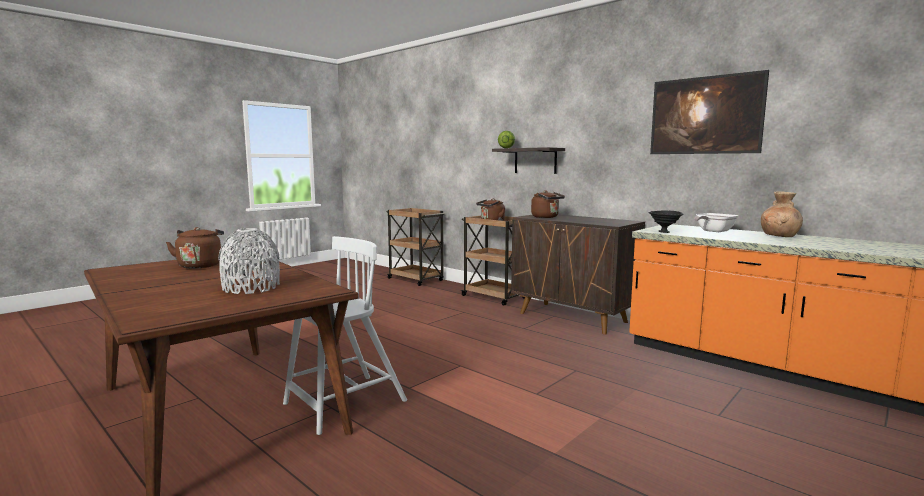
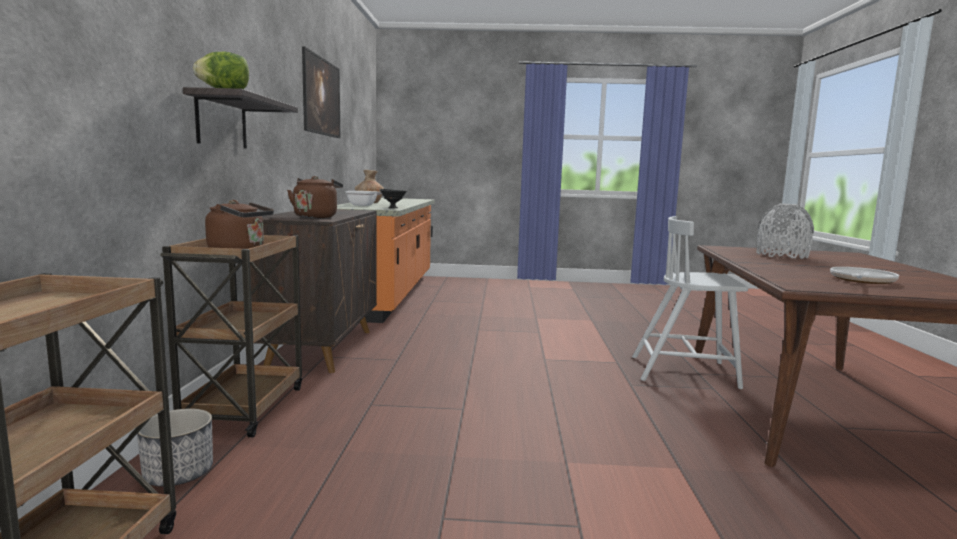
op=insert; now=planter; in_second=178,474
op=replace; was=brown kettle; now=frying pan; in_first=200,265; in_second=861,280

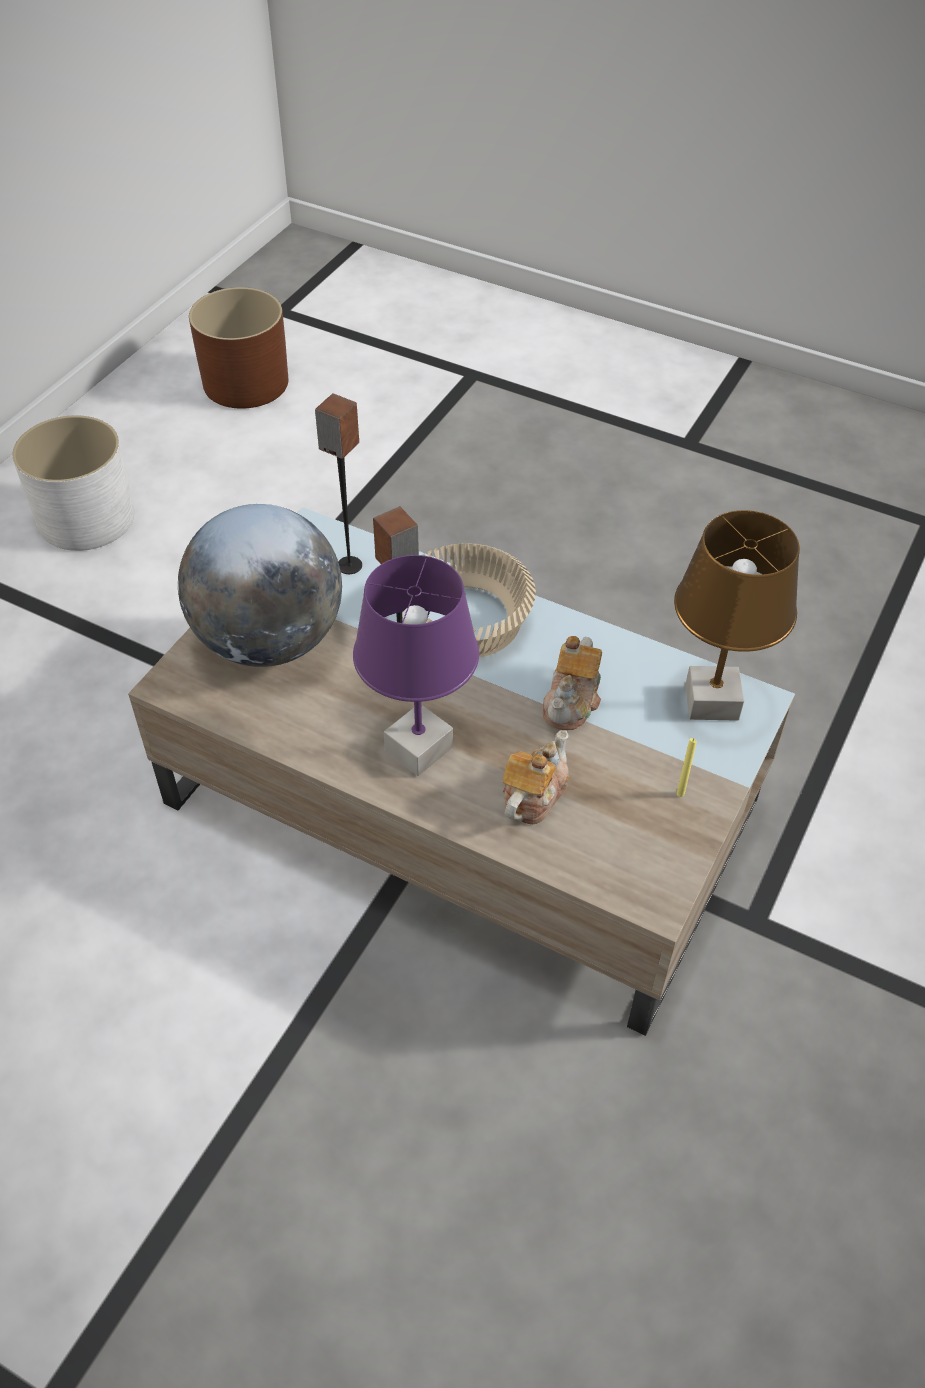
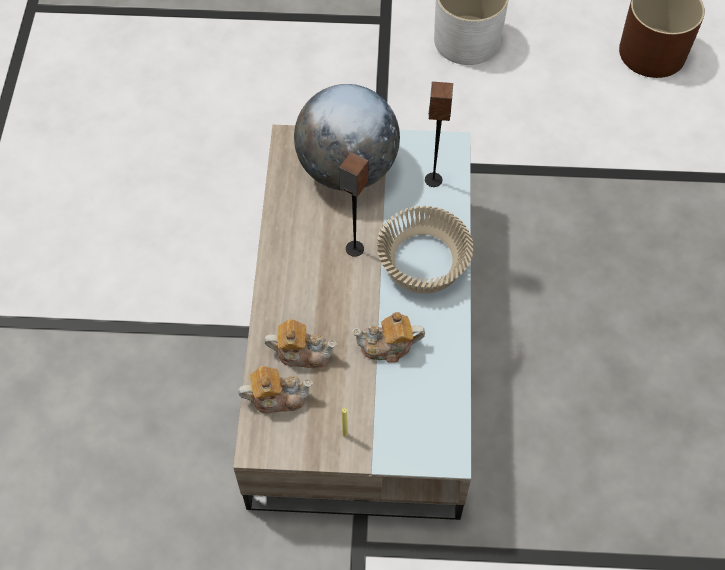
op=insert; now=teapot; in_second=277,397
op=delete; was=purple table lamp; in_first=419,750
op=delete; was=brown table lamp; in_first=710,703

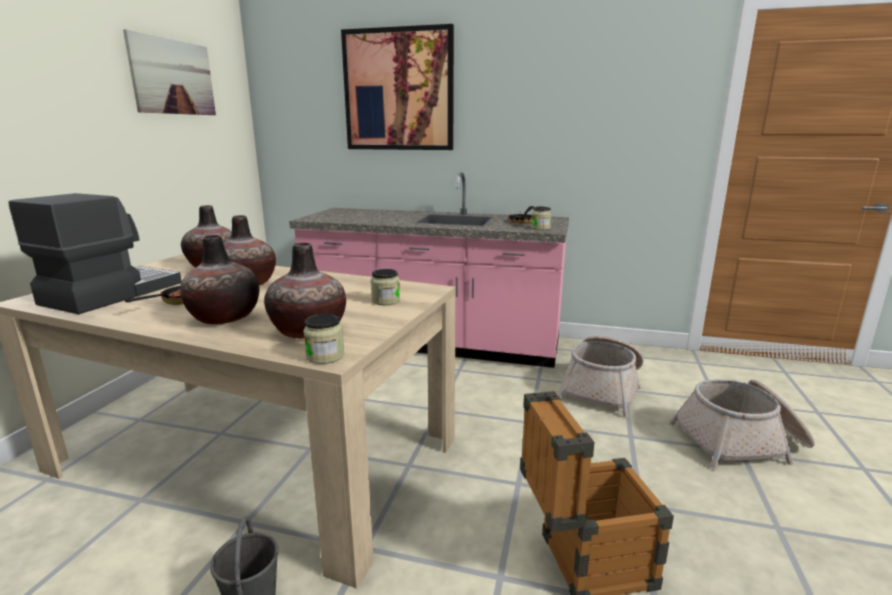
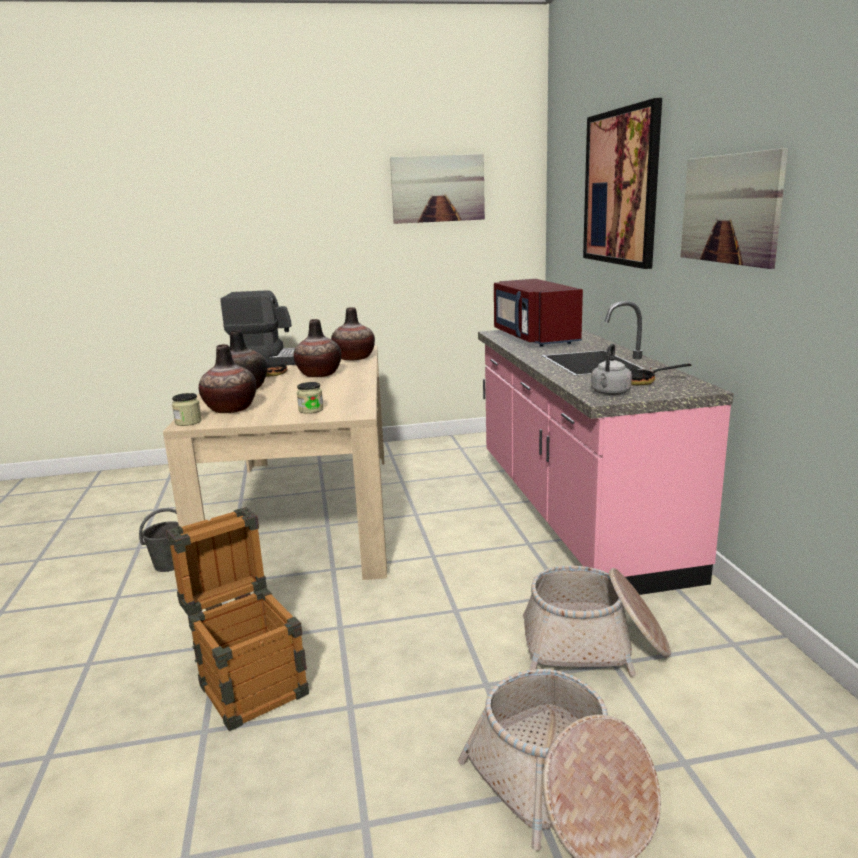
op=insert; now=red microwave; in_second=534,338
op=replace; was=jar; now=grey kettle; in_first=540,228; in_second=610,393
op=insert; now=picture; in_second=729,209

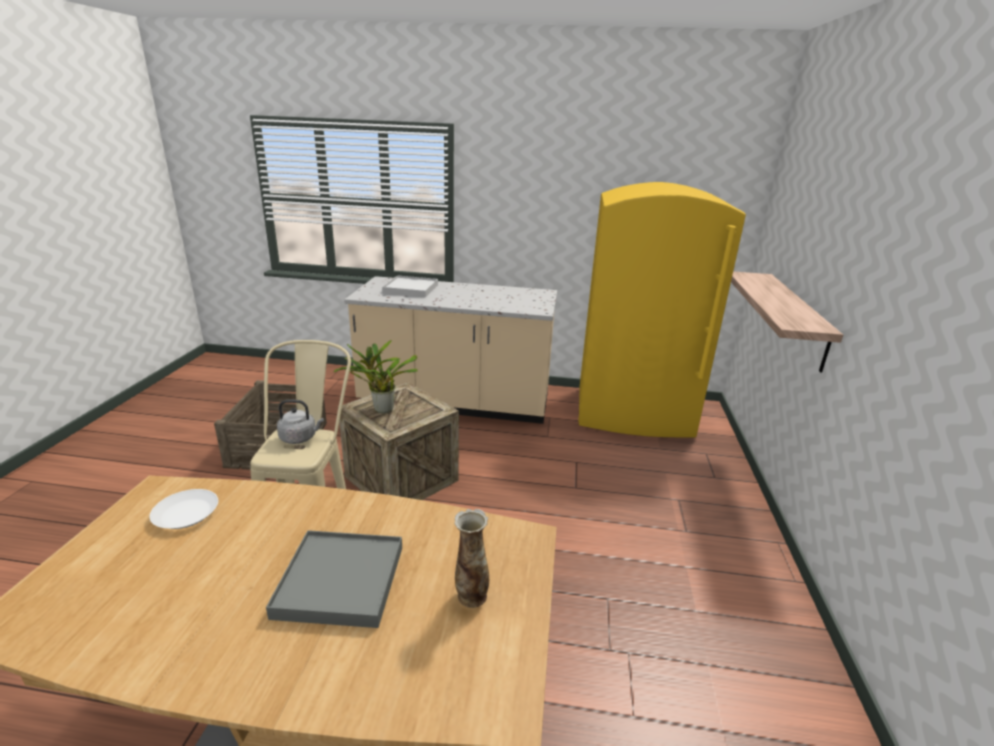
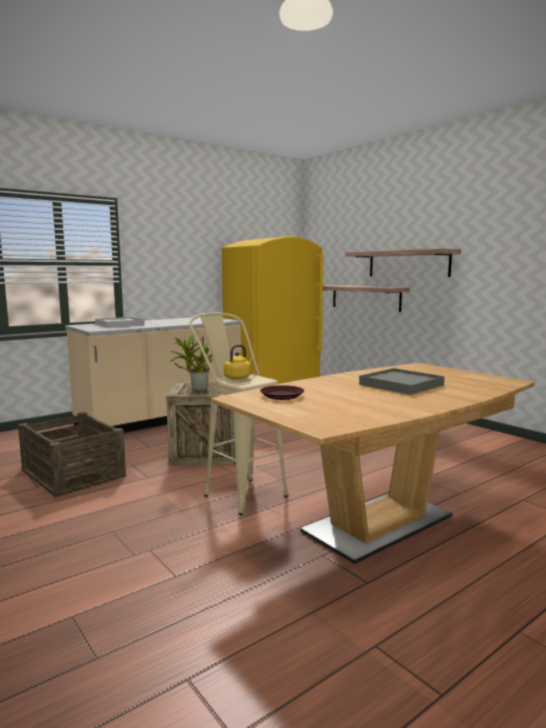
op=recolor; was=grey kettle; now=yellow kettle; in_first=300,438; in_second=238,378
op=recolor; was=white plate; now=brown plate; in_first=187,514; in_second=282,396
op=insert; now=shelf; in_second=408,263
op=delete; was=vase; in_first=471,596

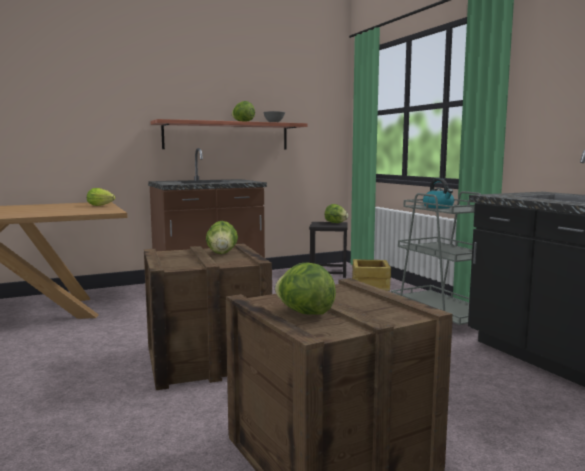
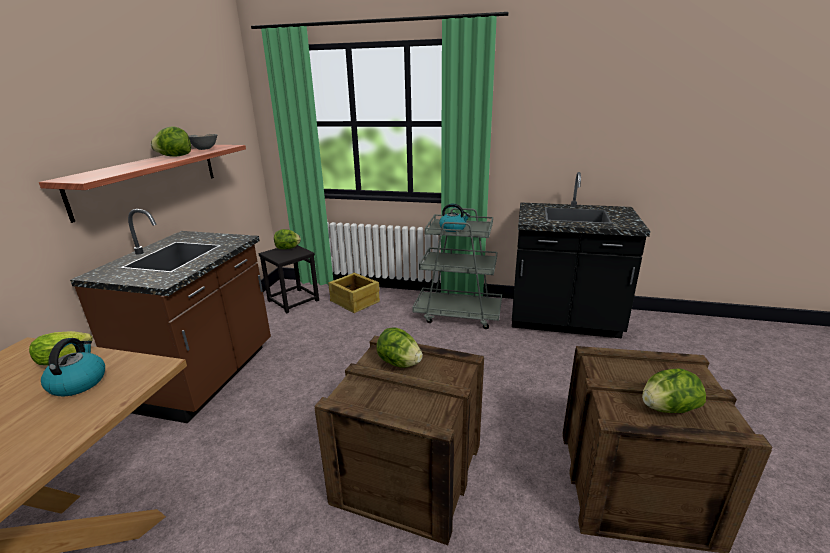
op=insert; now=kettle; in_second=78,382

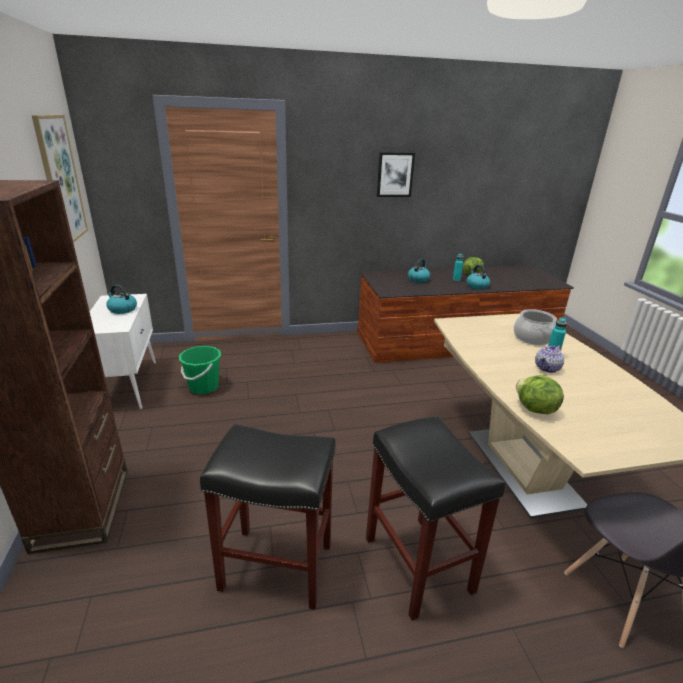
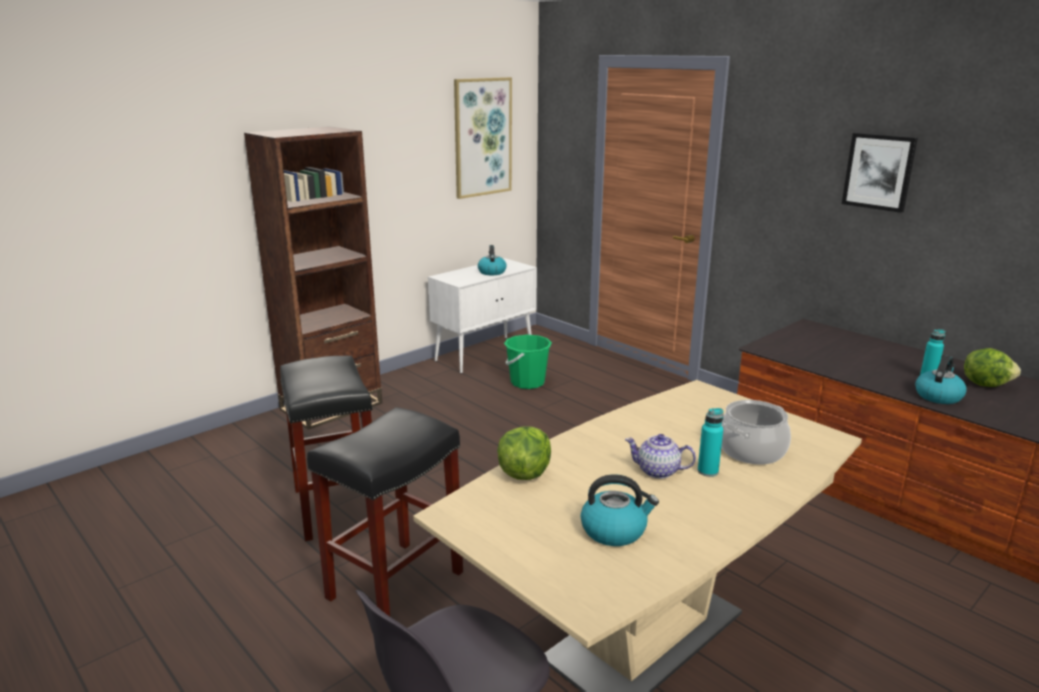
op=move; was=kettle; in_first=418,279; in_second=614,530

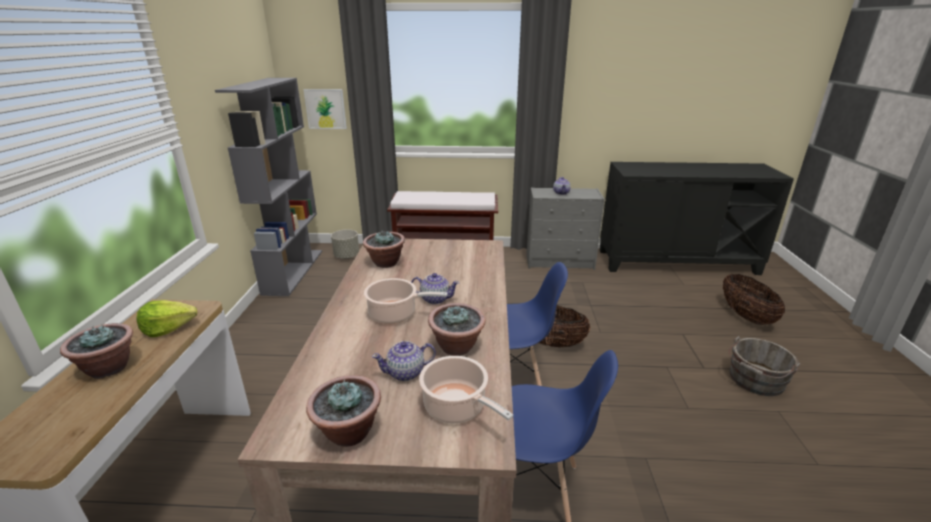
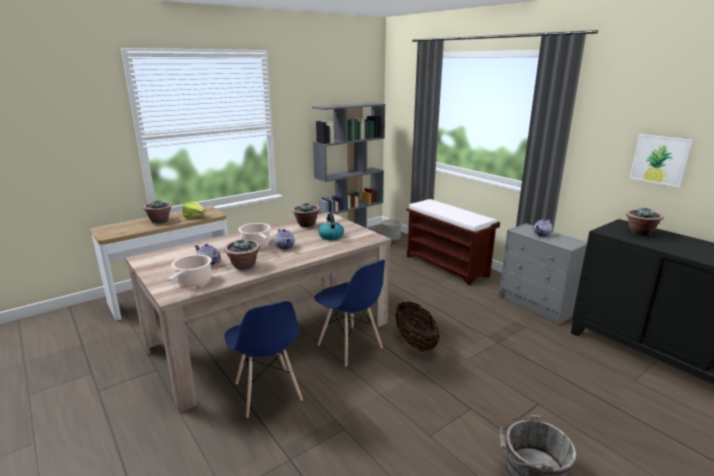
op=insert; now=kettle; in_second=331,236
op=move; was=potted plant; in_first=348,432; in_second=640,233
op=move; was=picture; in_first=325,109; in_second=659,159
op=delete; was=basket; in_first=745,316

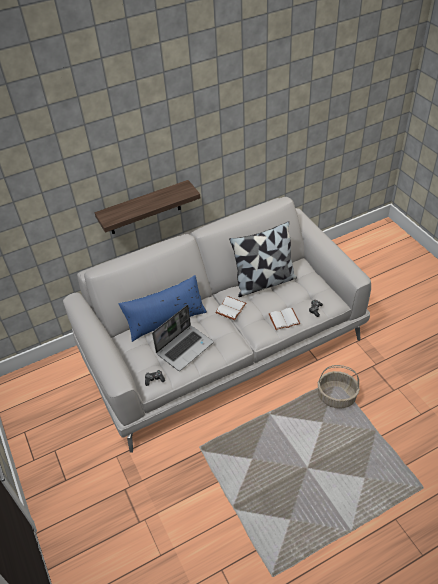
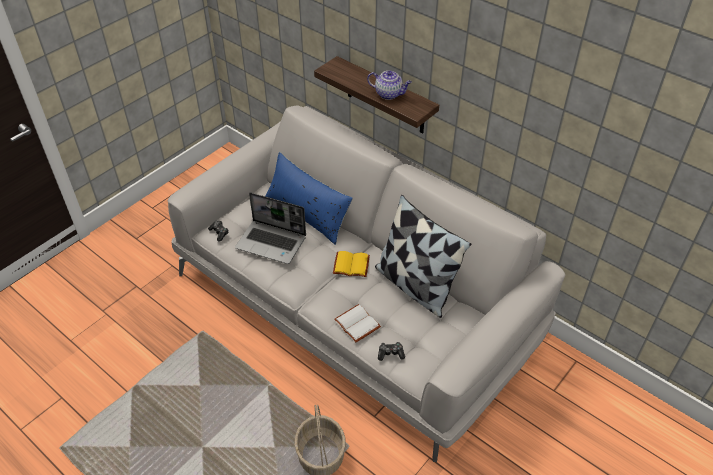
op=recolor; was=white book; now=yellow book; in_first=231,309; in_second=350,266
op=insert; now=teapot; in_second=389,94

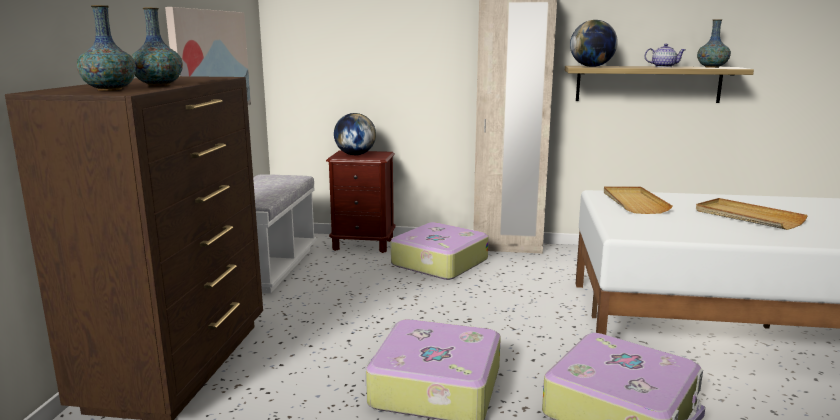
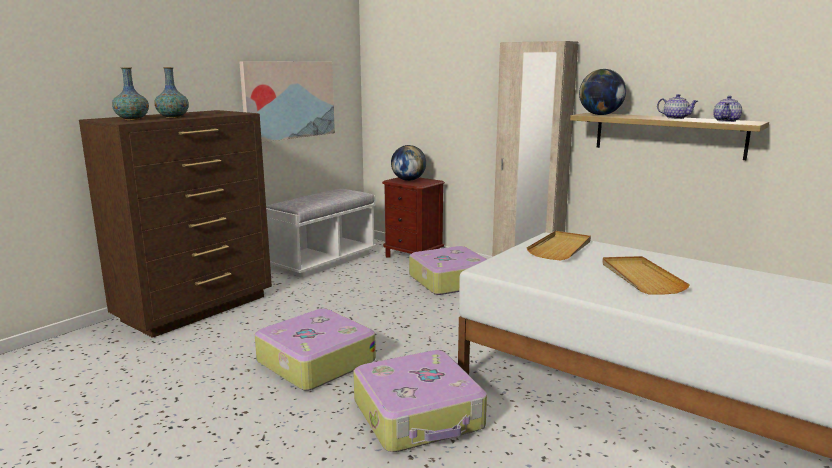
op=replace; was=vase; now=teapot; in_first=712,67; in_second=726,121

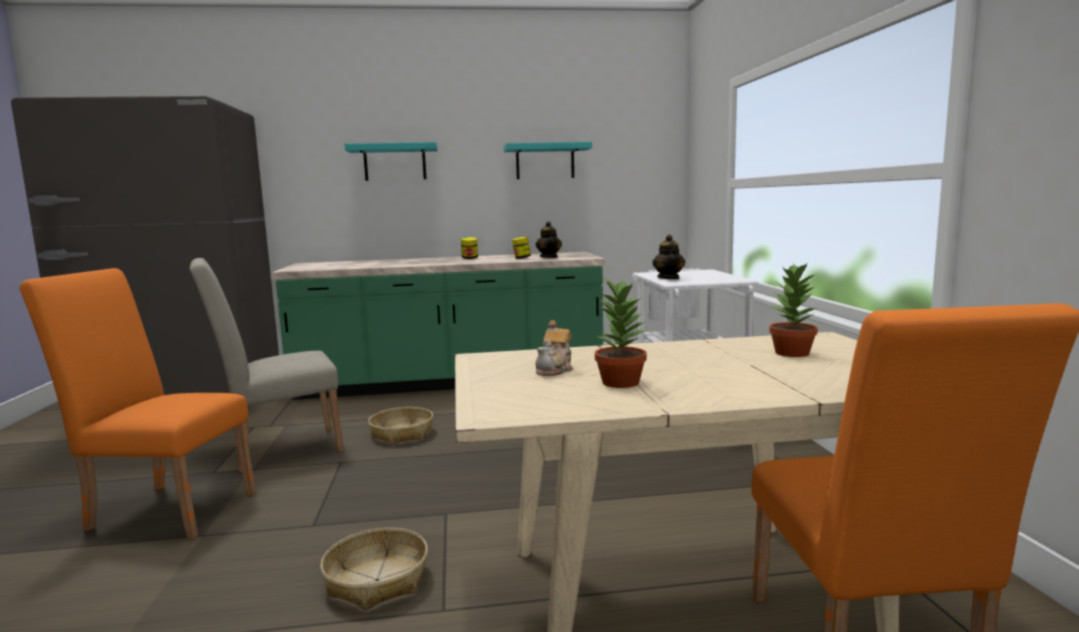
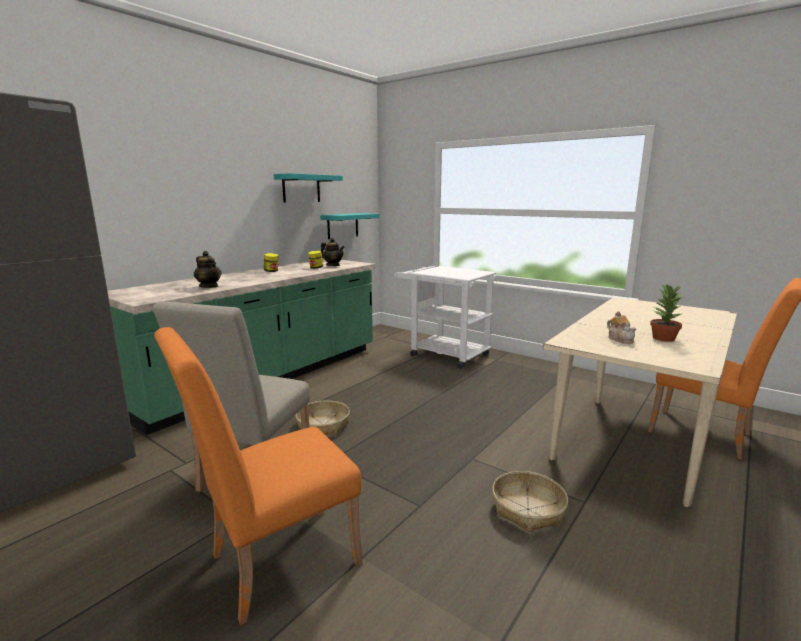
op=move; was=teapot; in_first=668,278; in_second=209,286
op=move; was=turquoise shelf; in_first=395,163; in_second=342,225
op=delete; was=potted plant; in_first=791,353

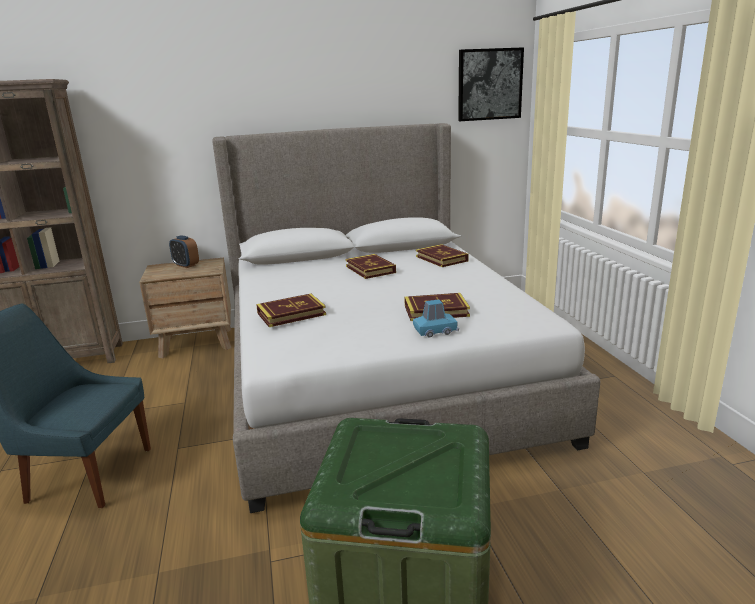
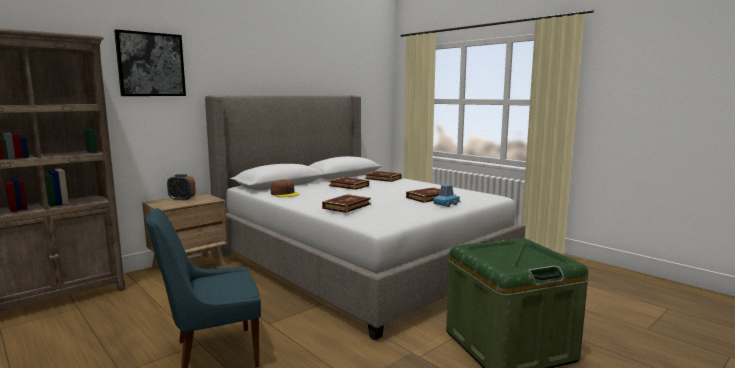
op=move; was=picture; in_first=489,84; in_second=151,64
op=insert; now=brown cap; in_second=285,194

